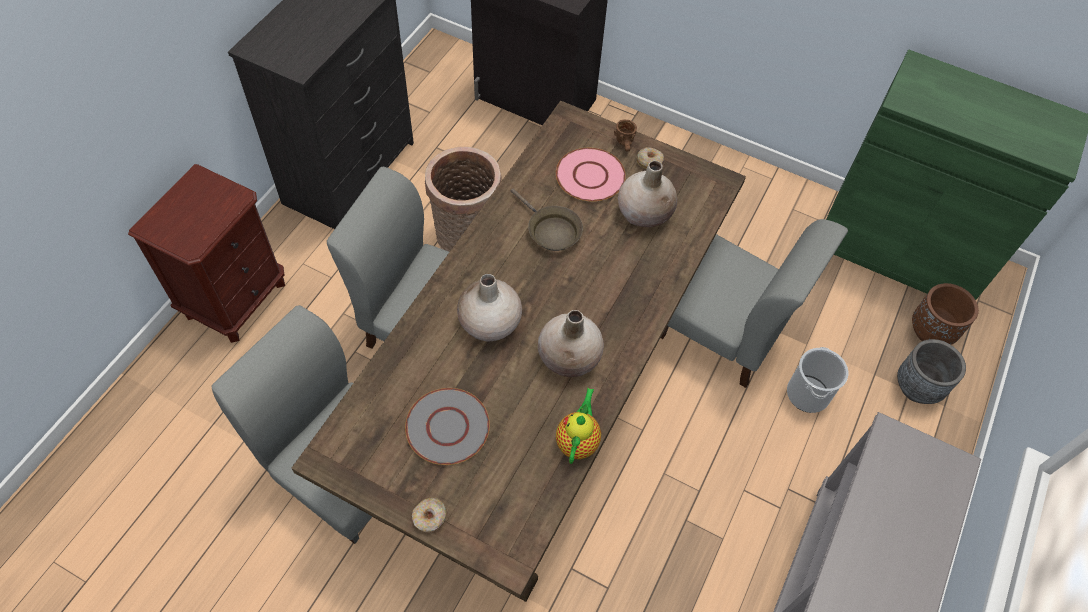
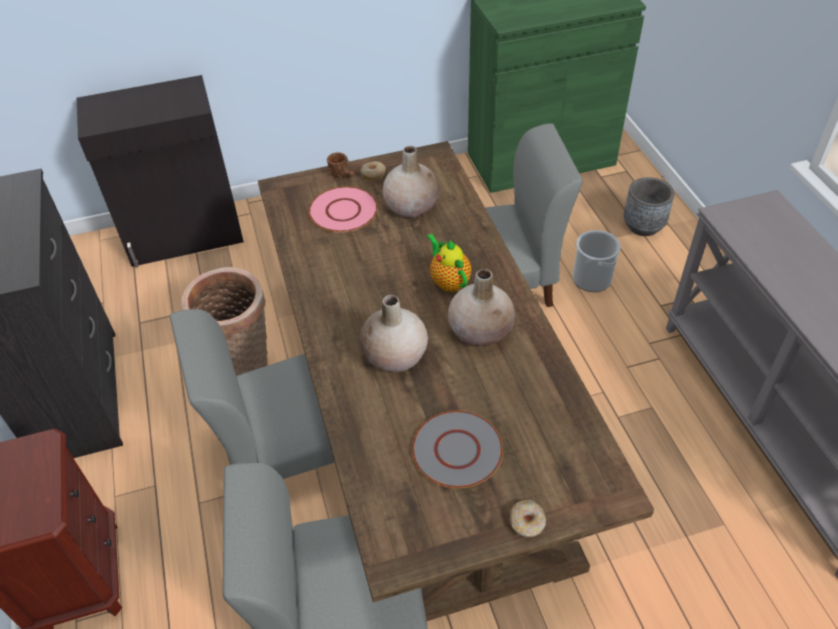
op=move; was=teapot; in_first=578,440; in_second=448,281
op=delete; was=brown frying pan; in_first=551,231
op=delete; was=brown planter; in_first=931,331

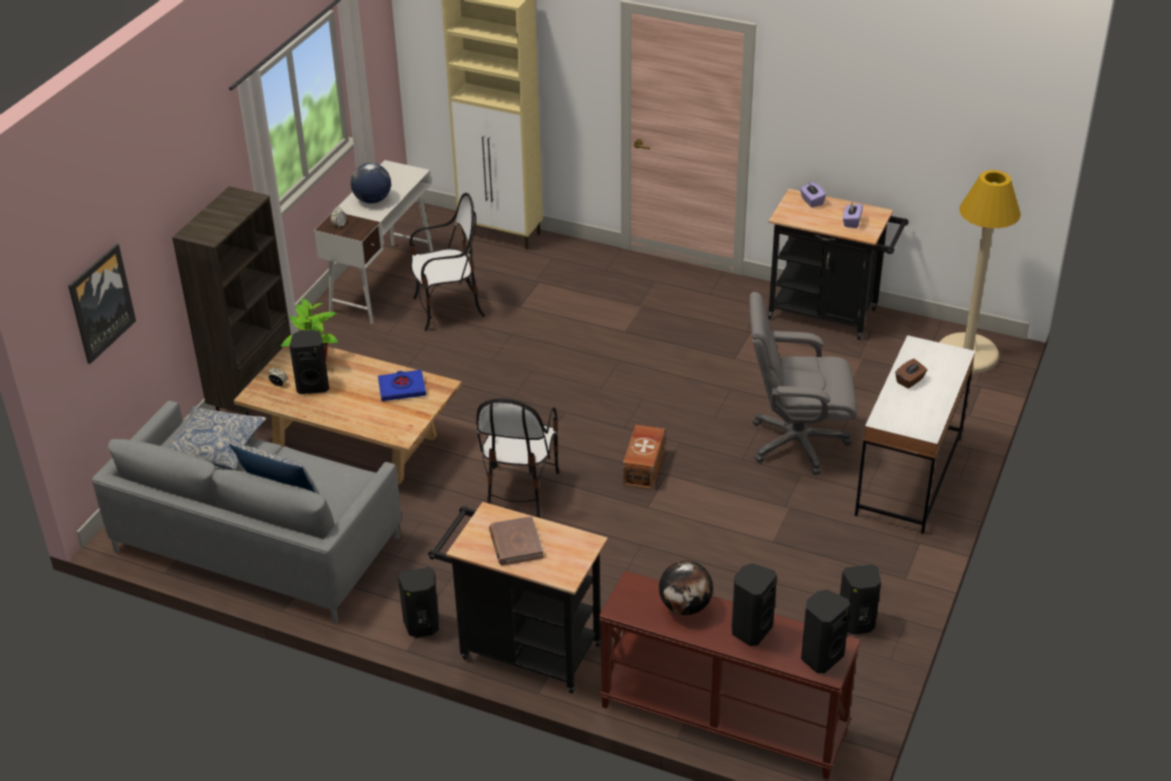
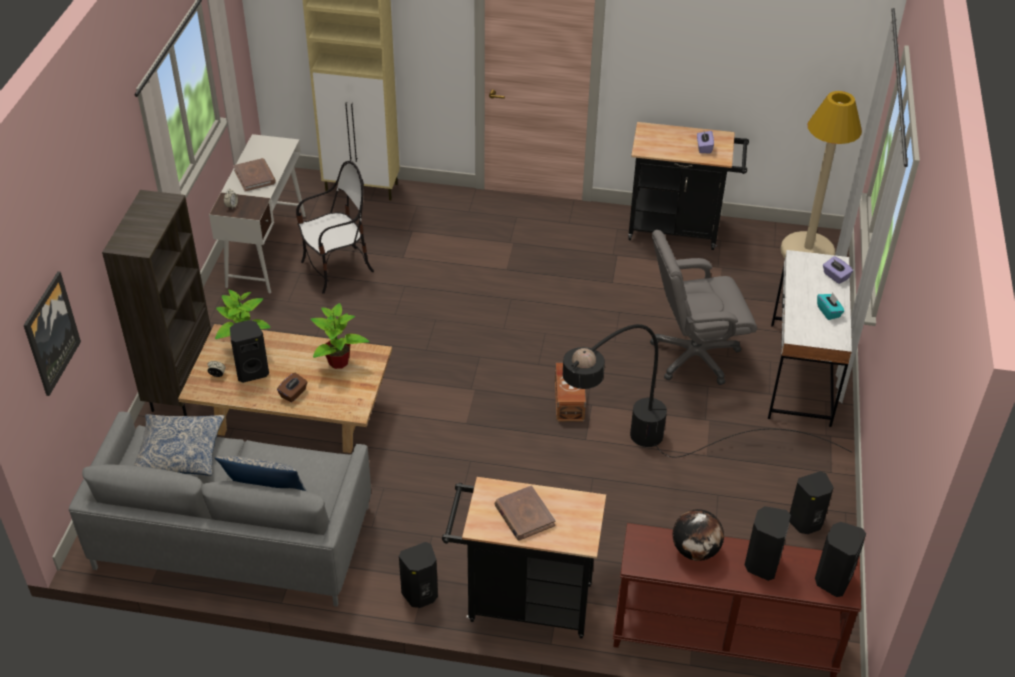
op=replace; was=globe; now=brown book; in_first=372,200; in_second=255,177
op=move; was=brown tissue box; in_first=910,381; in_second=293,394
op=replace; was=blue book; now=potted plant; in_first=402,388; in_second=338,362
op=insert; now=black floor lamp; in_second=640,468
op=insert; now=turquoise tissue box; in_second=828,312
op=move; was=purple tissue box; in_first=811,201; in_second=835,276
op=delete; was=chair; in_first=519,490

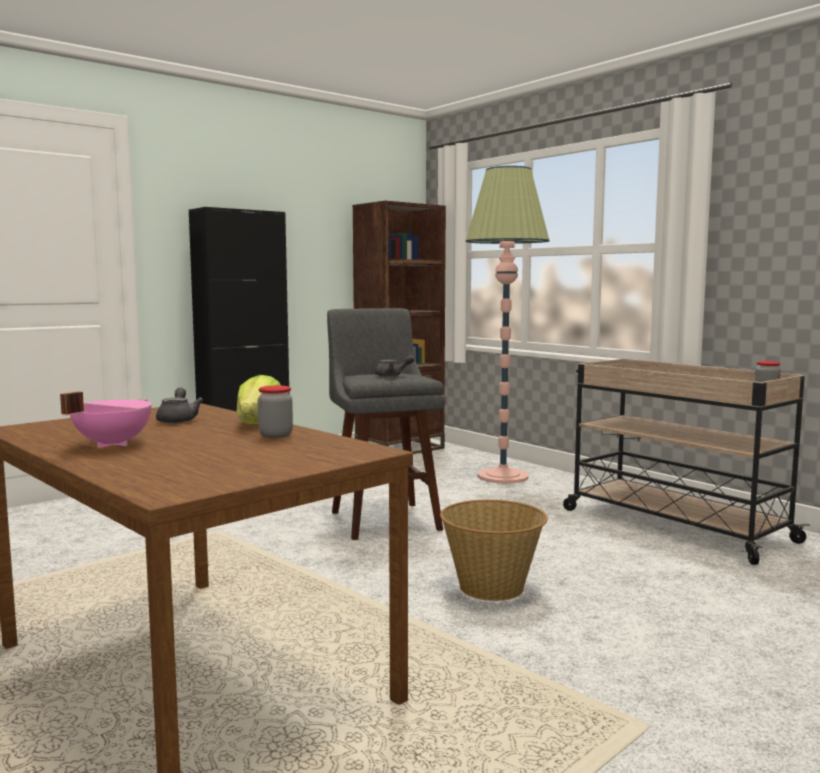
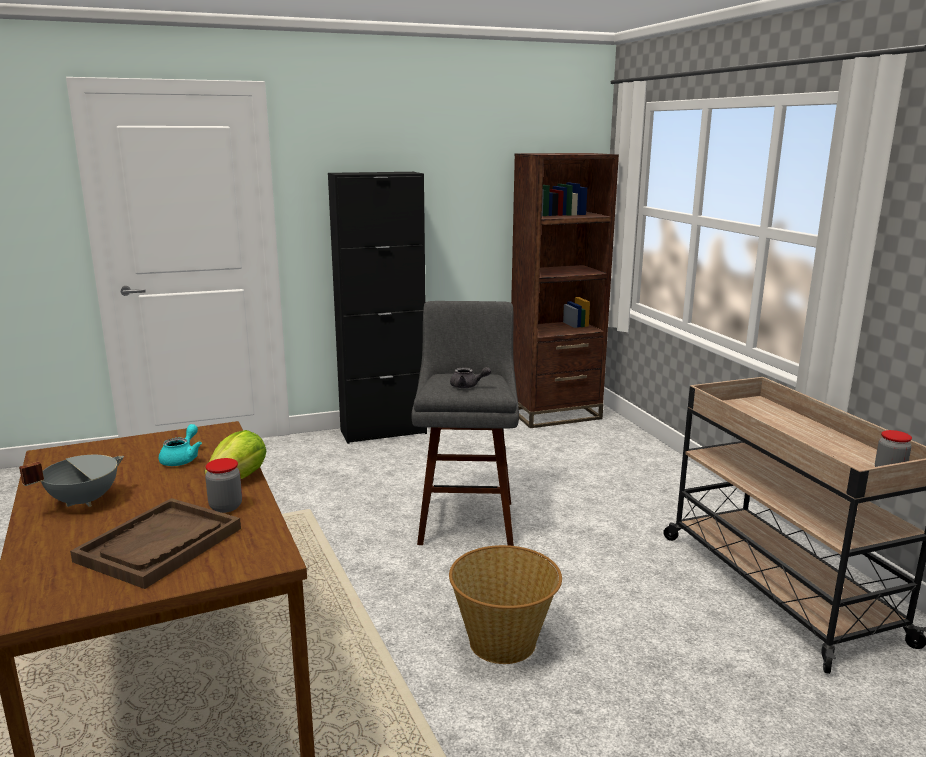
op=recolor; was=pink cooking pot; now=grey cooking pot; in_first=111,444; in_second=83,500
op=insert; now=brown tray; in_second=160,545
op=recolor; was=grey teapot; now=turquoise teapot; in_first=178,420; in_second=182,459
op=delete; was=floor lamp; in_first=503,476

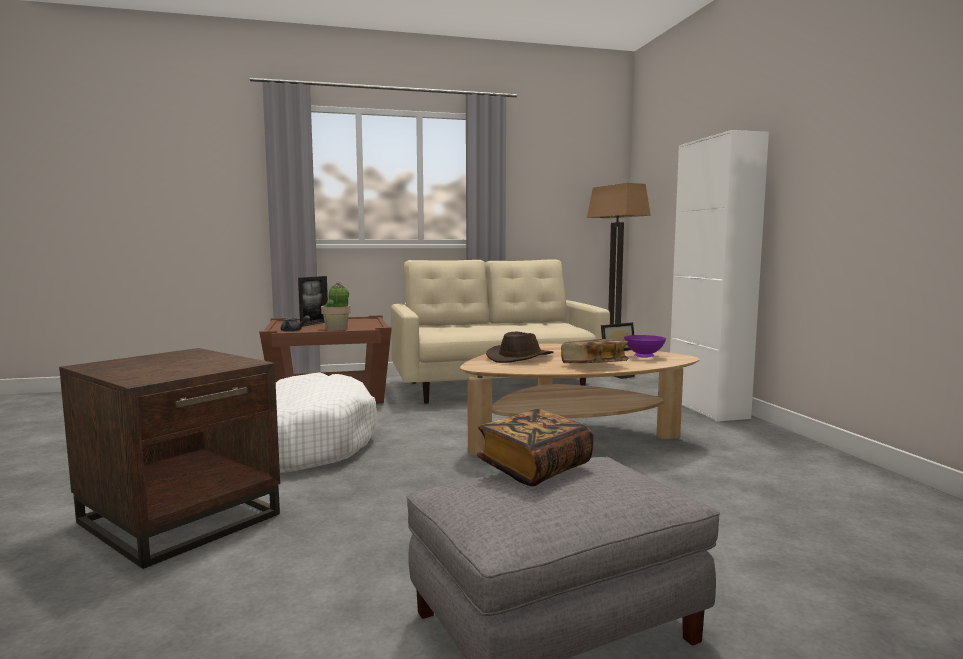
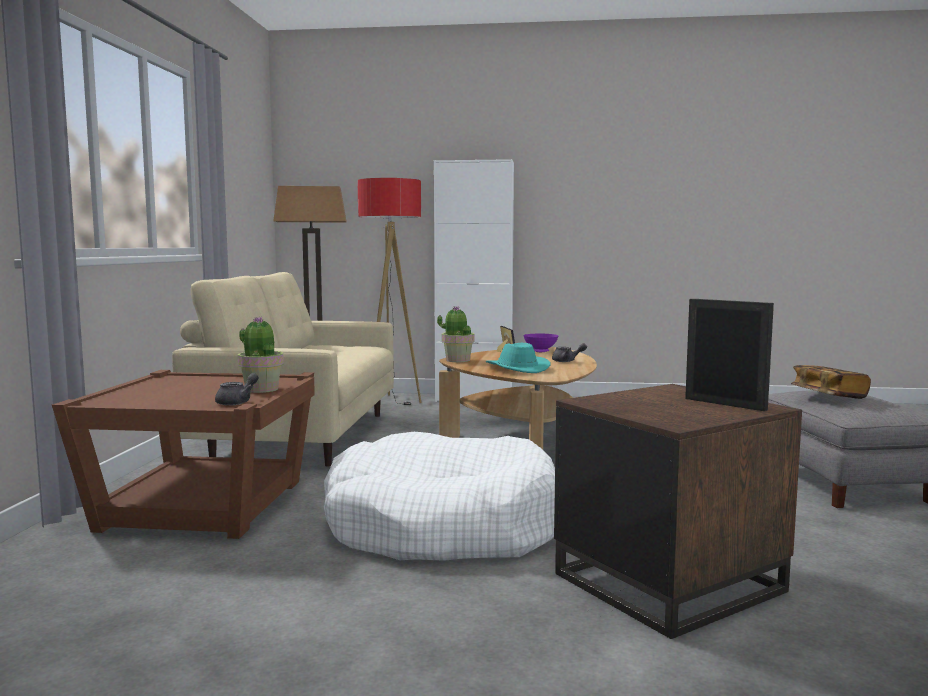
op=insert; now=floor lamp; in_second=392,401
op=insert; now=potted plant; in_second=457,360
op=recolor; was=brown hat; now=turquoise hat; in_first=520,358; in_second=516,368
op=replace; was=book; now=grey teapot; in_first=594,365; in_second=567,361
op=move; was=picture frame; in_first=314,324; in_second=725,404

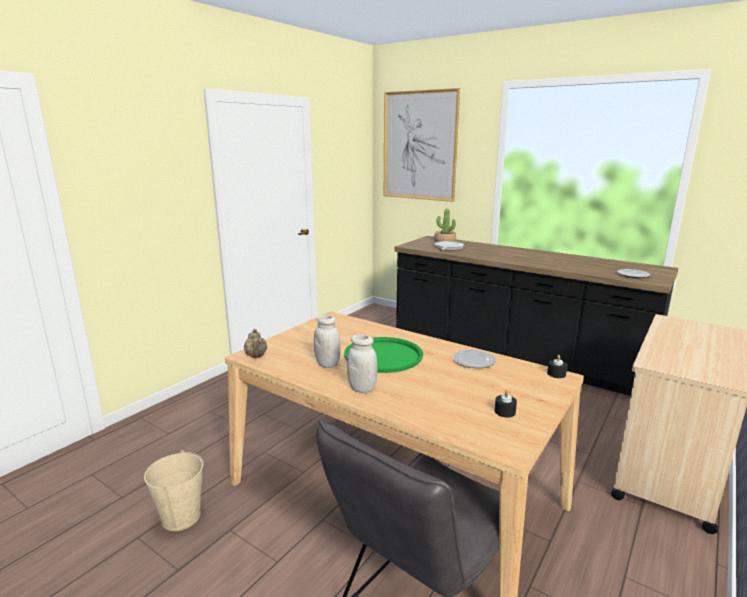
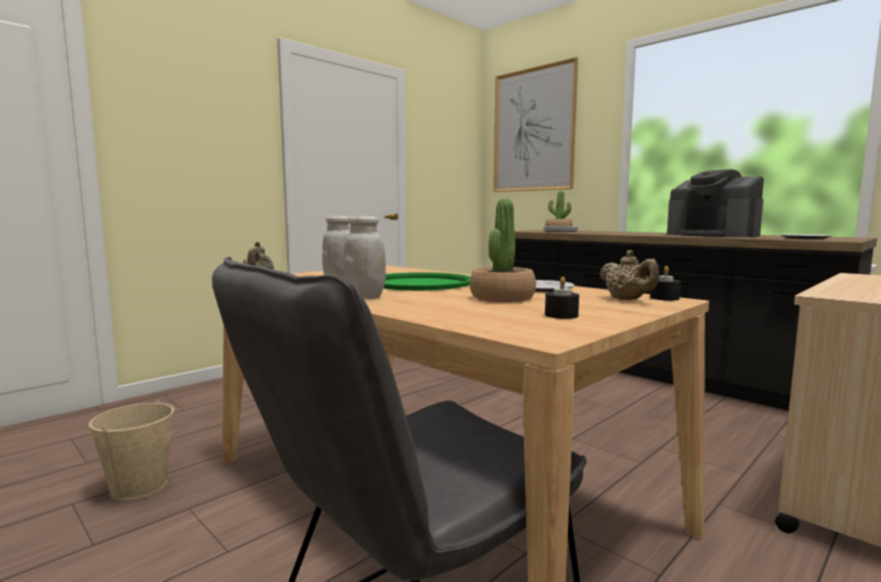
op=insert; now=potted plant; in_second=502,298
op=insert; now=beige teapot; in_second=627,300
op=insert; now=coffee machine; in_second=712,235

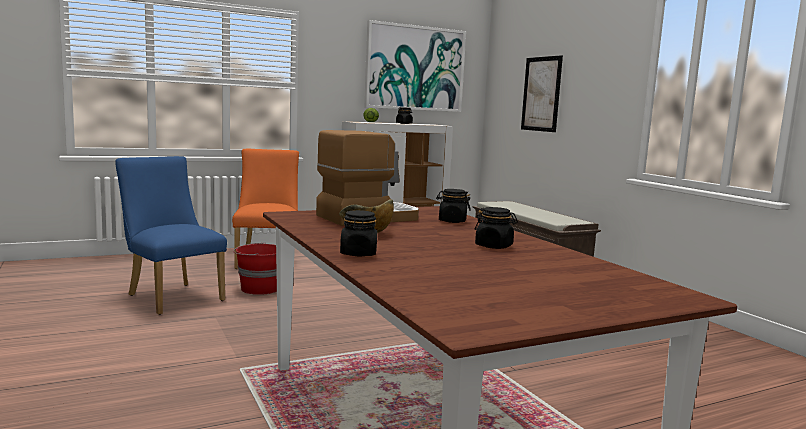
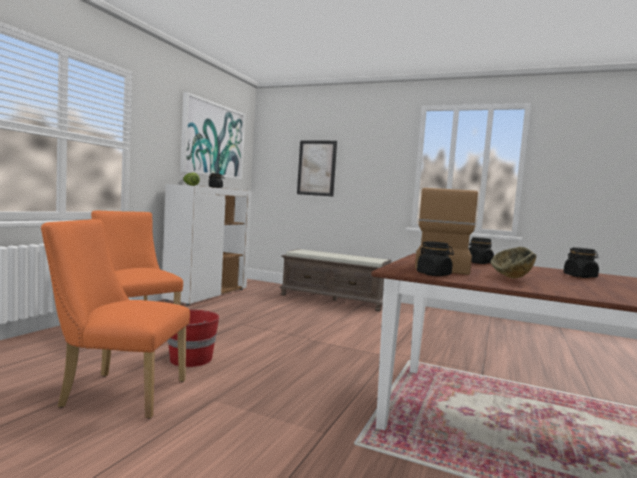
op=recolor; was=blue chair; now=orange chair; in_first=171,296; in_second=116,393
op=move; was=black jar; in_first=358,253; in_second=434,274

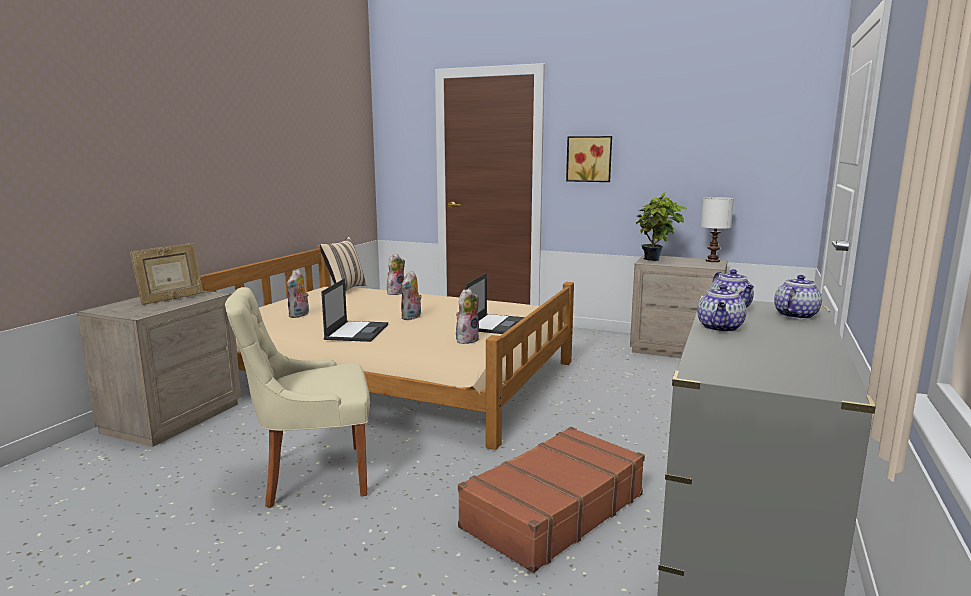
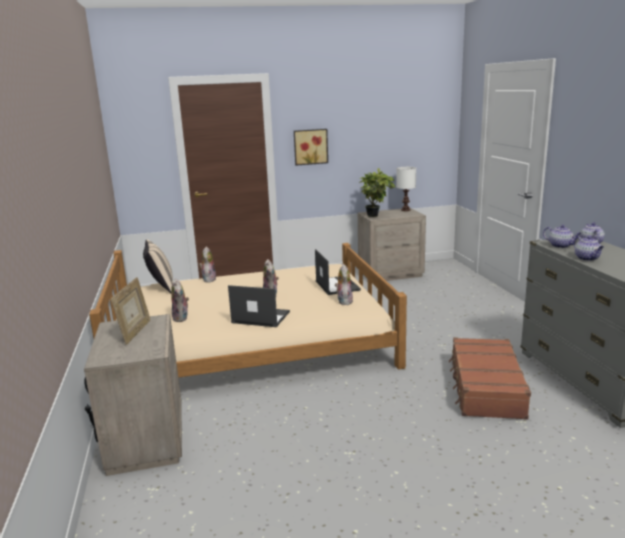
op=rotate; was=laptop; in_first=357,331; in_second=260,317; clockwise=-45
op=delete; was=beige chair; in_first=311,476

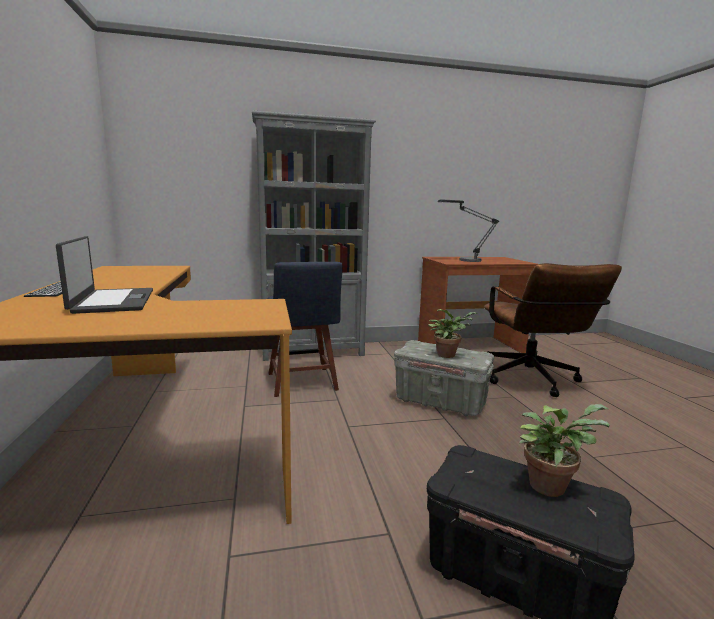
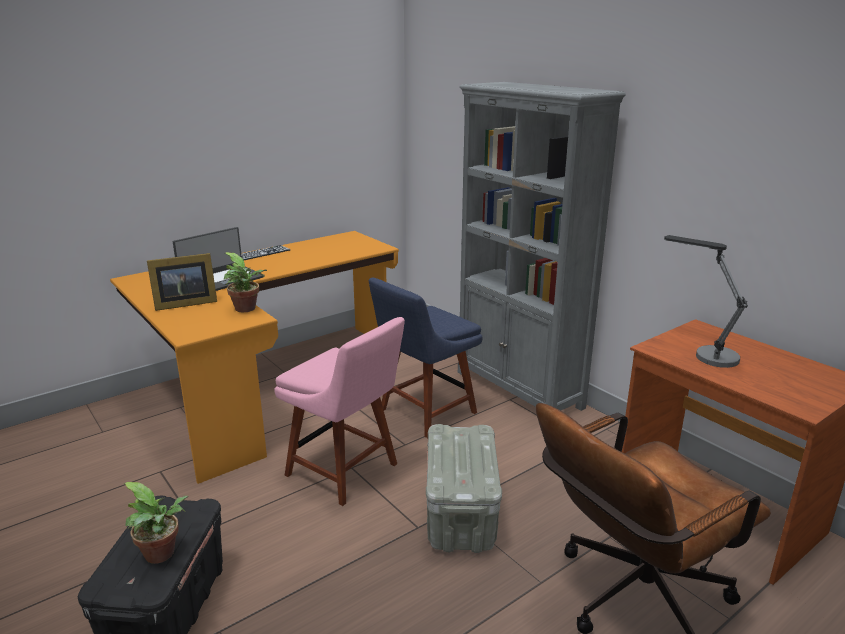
op=insert; now=picture frame; in_second=183,303
op=move; was=potted plant; in_first=448,354; in_second=247,309
op=insert; now=pink chair; in_second=346,471

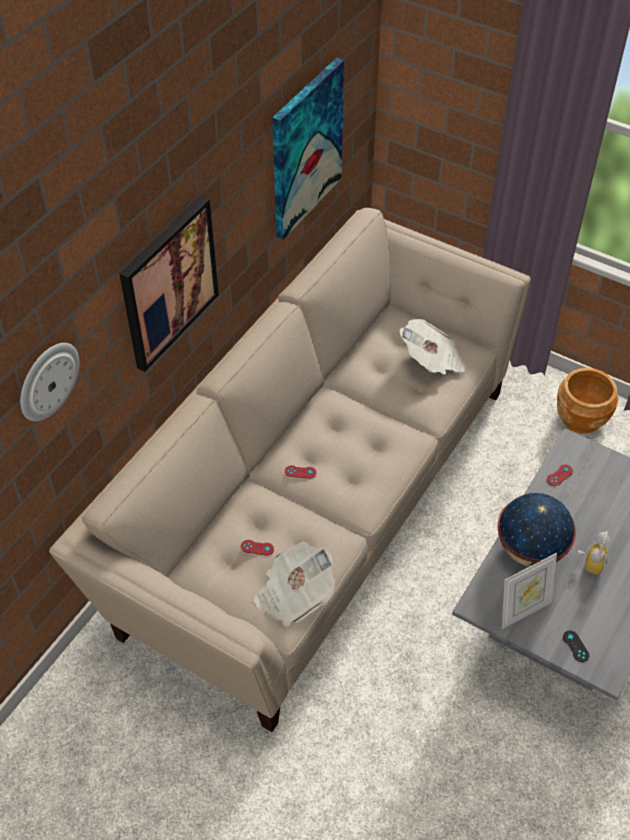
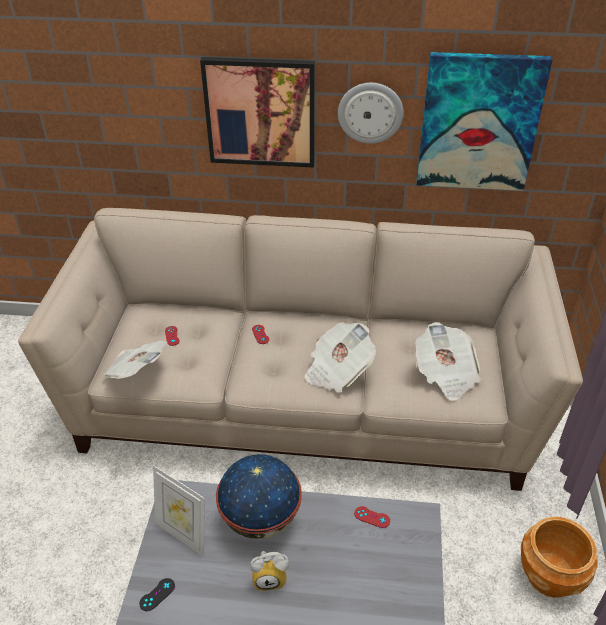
op=insert; now=newspaper; in_second=337,370
op=move; was=wall clock; in_first=47,380; in_second=370,112

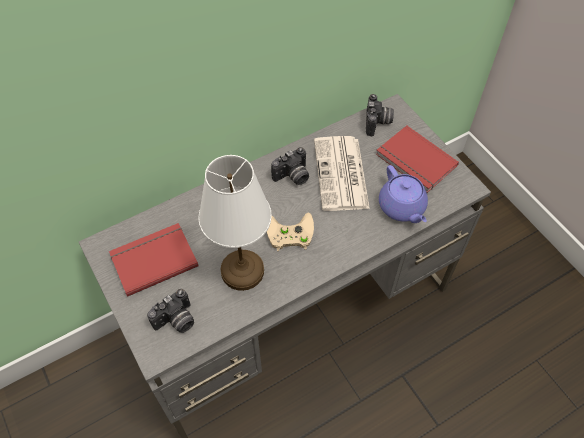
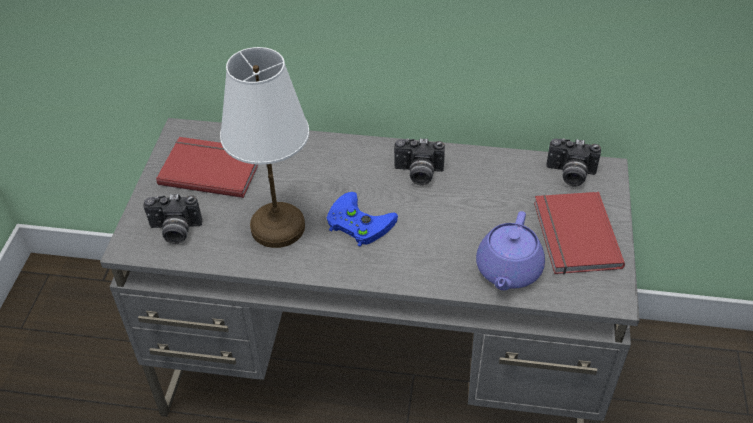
op=recolor; was=beige game controller; now=blue game controller; in_first=288,234; in_second=356,223
op=rotate; was=photo camera; in_first=378,123; in_second=570,175; clockwise=60
op=delete; was=newspaper; in_first=341,175

